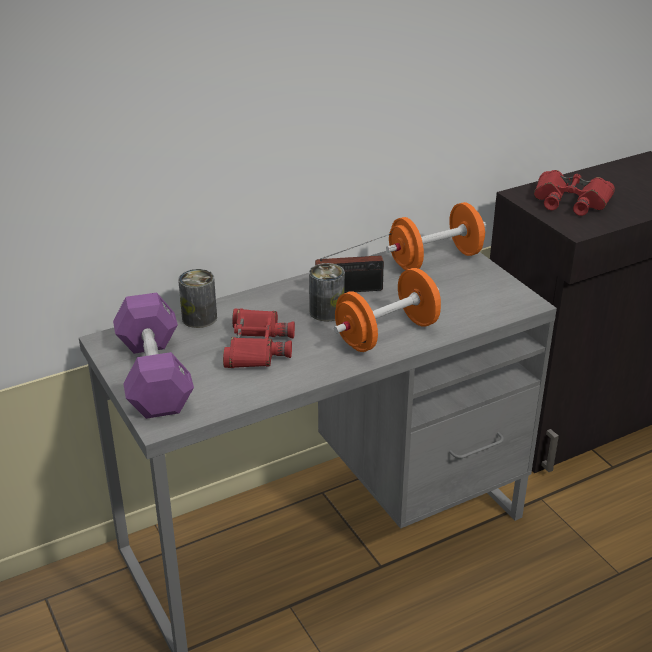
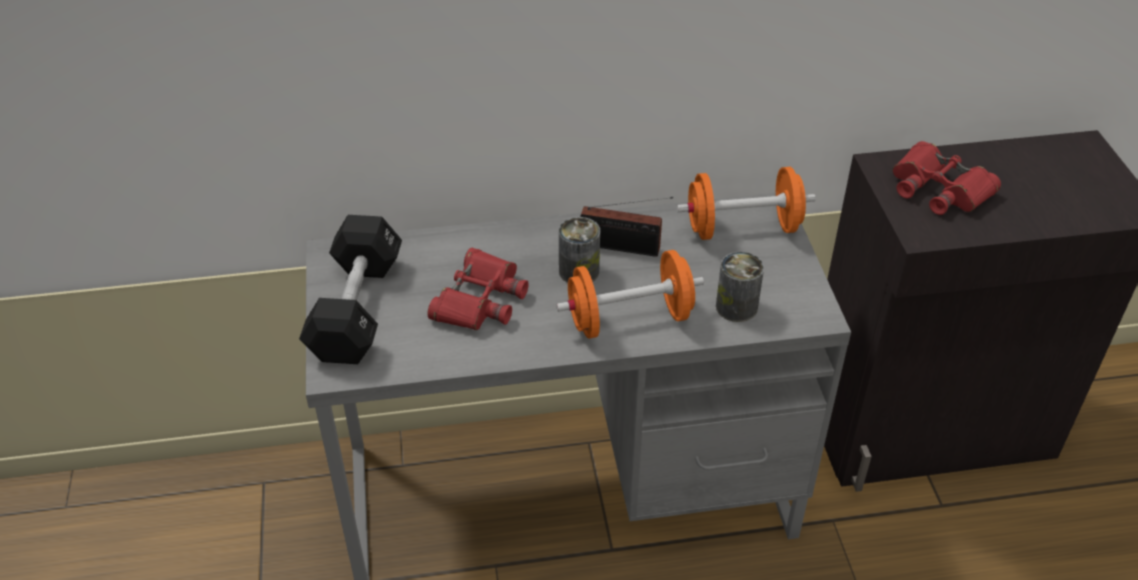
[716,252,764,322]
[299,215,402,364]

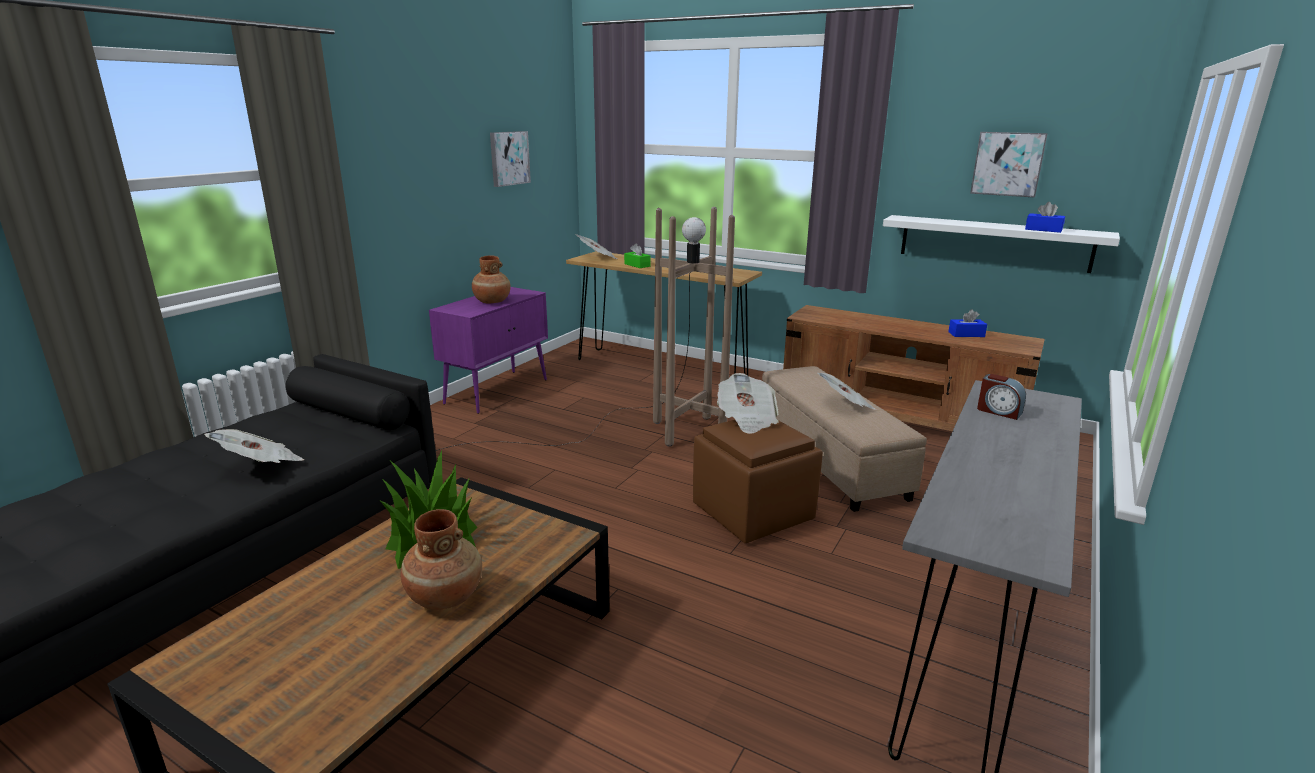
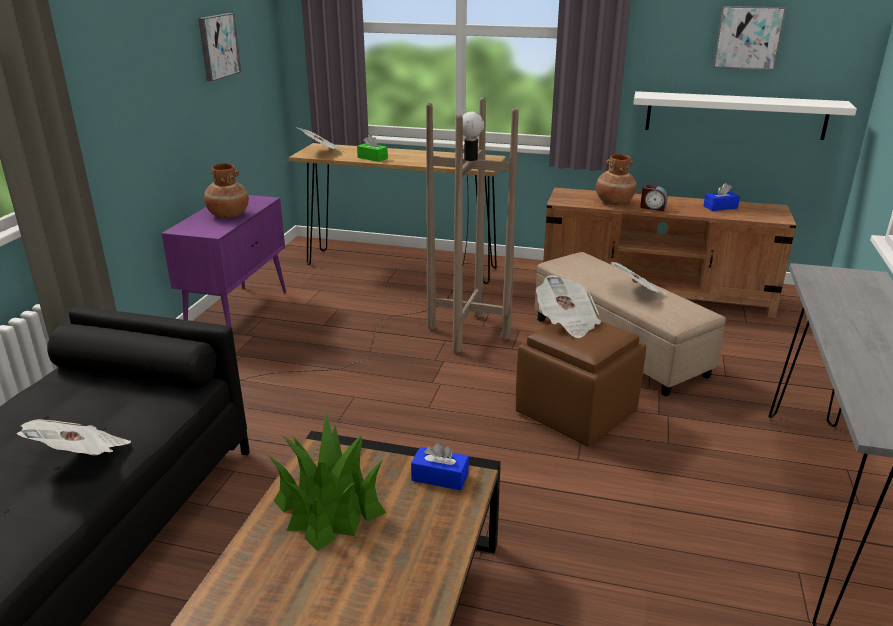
[411,442,469,490]
[640,185,668,211]
[596,154,637,205]

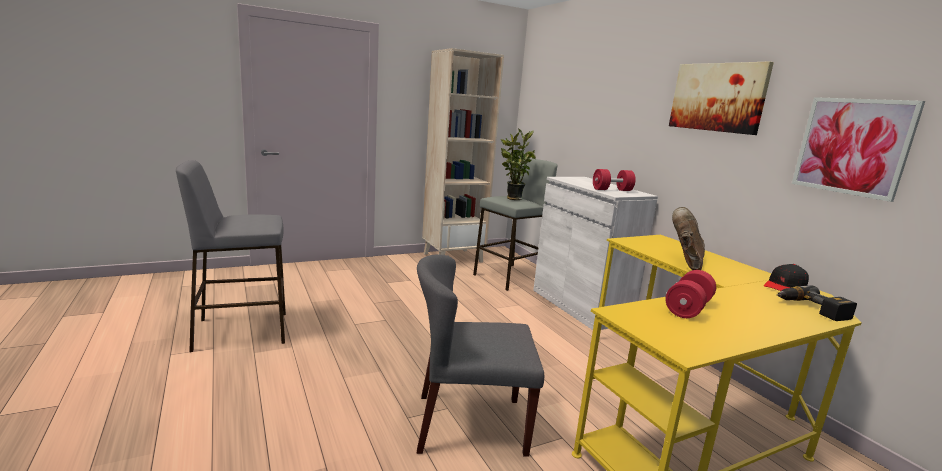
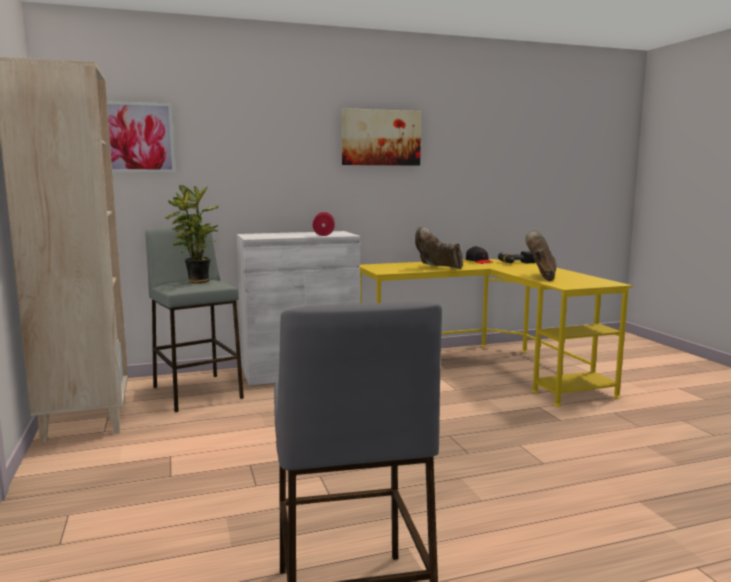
[107,101,176,173]
[417,255,544,457] (first image)
[525,230,556,281]

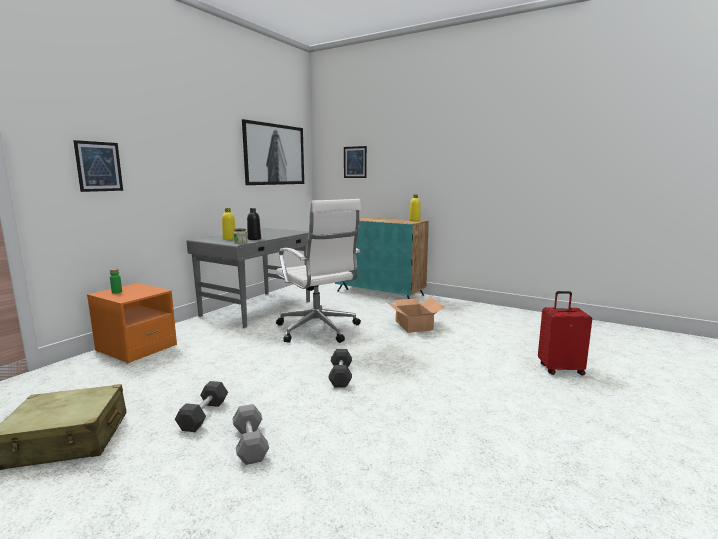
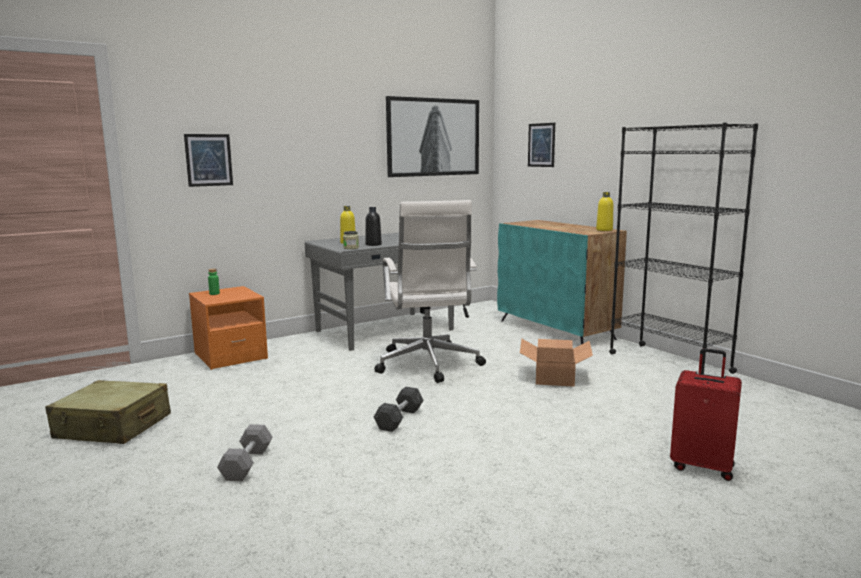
[175,381,228,432] (first image)
[609,122,758,374]

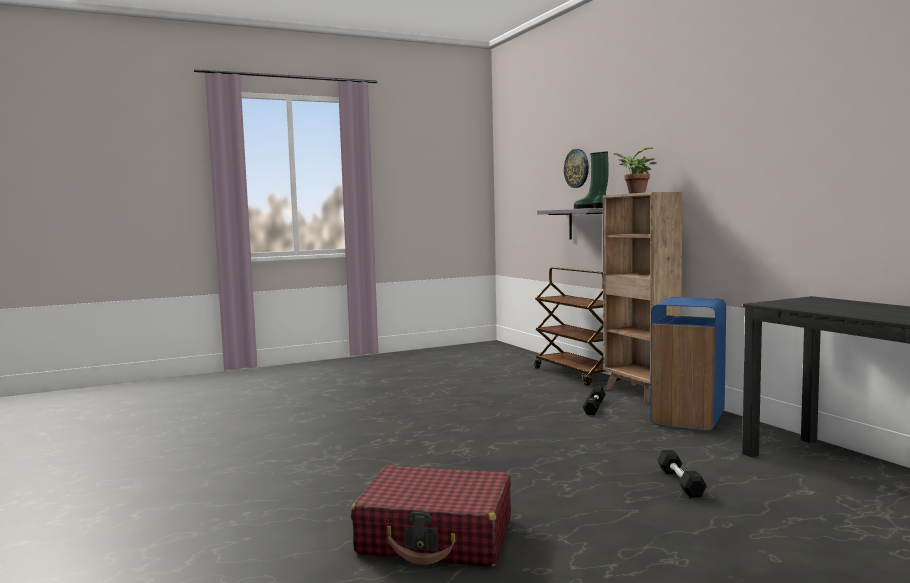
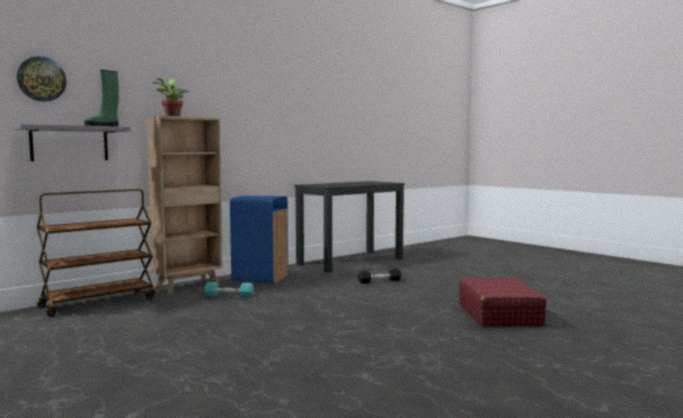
[204,282,254,297]

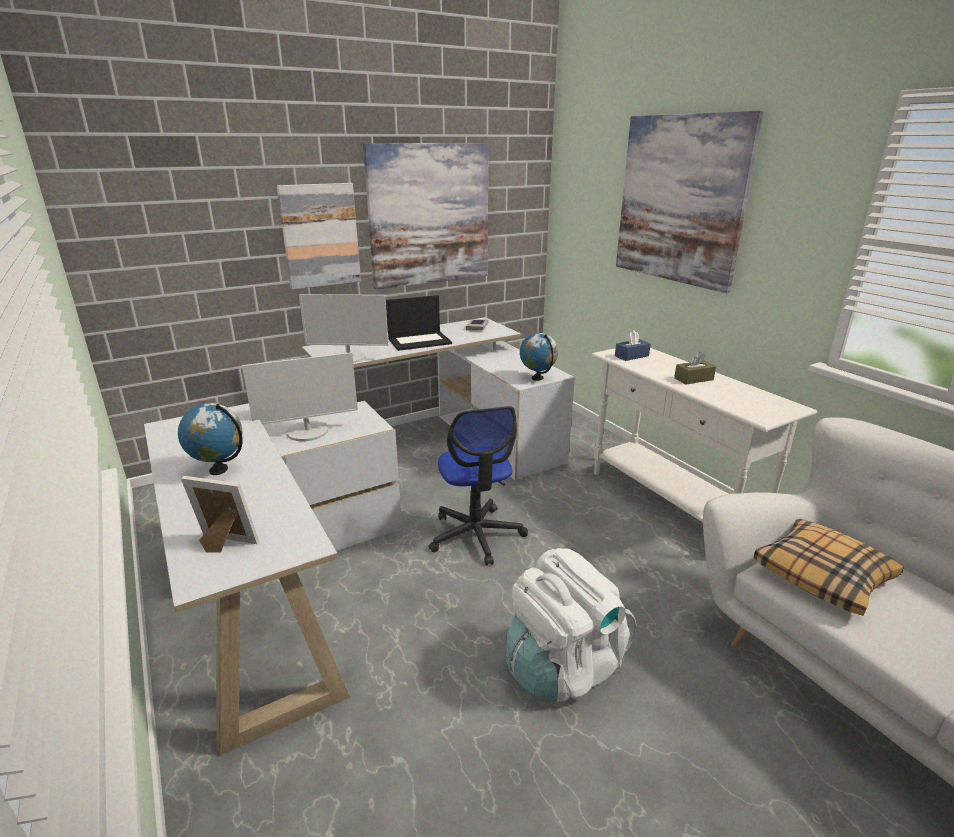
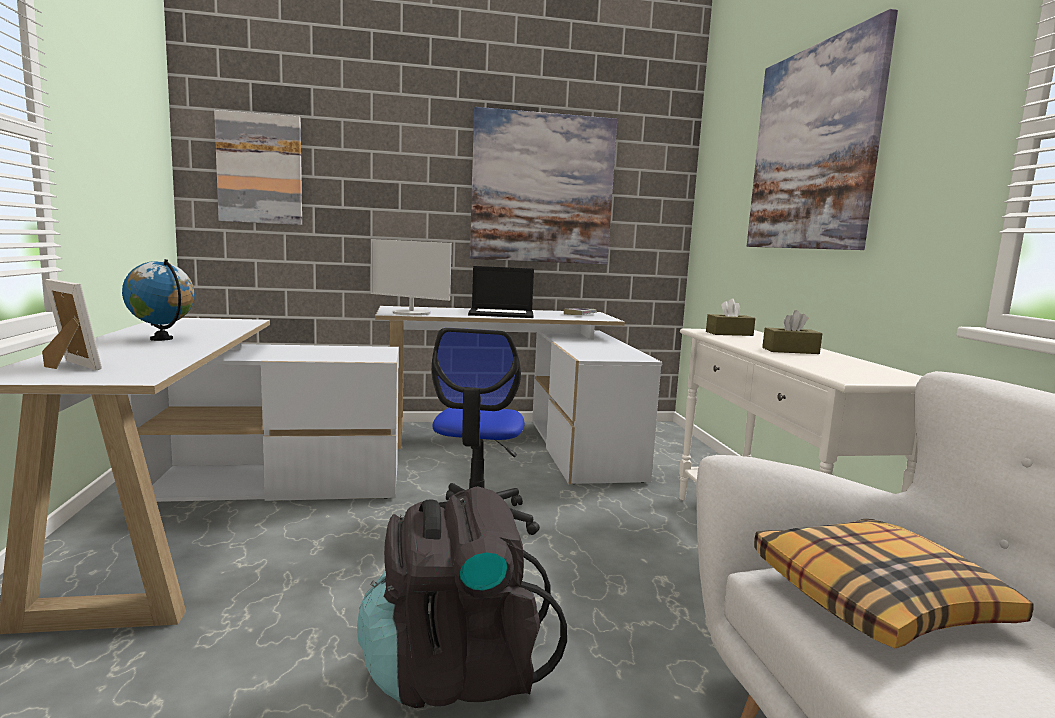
[214,110,302,225]
[706,299,755,336]
[520,333,558,381] (first image)
[242,352,358,441] (first image)
[357,486,567,708]

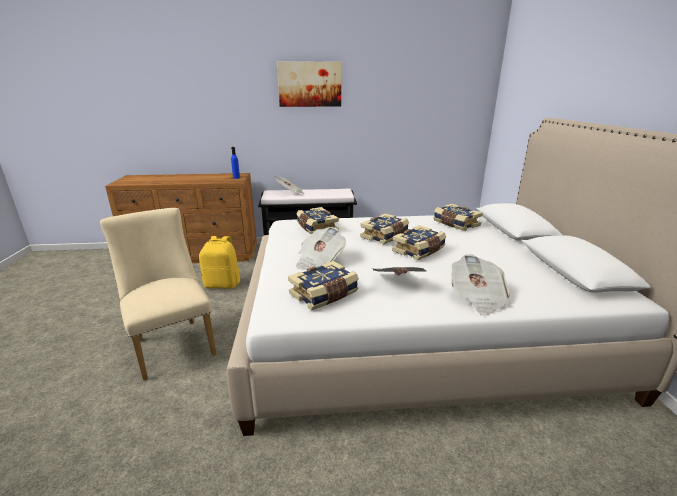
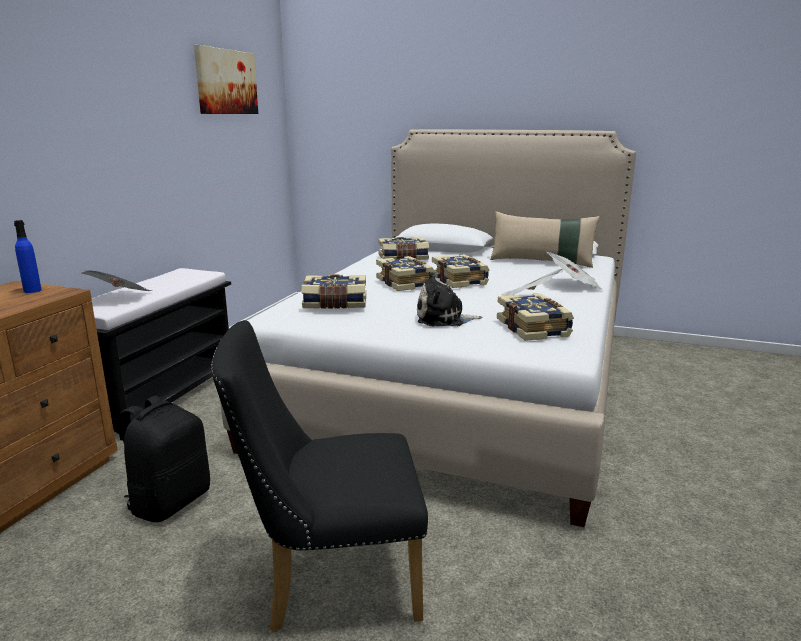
[194,45,258,114]
[211,320,428,633]
[417,272,483,327]
[119,395,210,522]
[490,211,600,268]

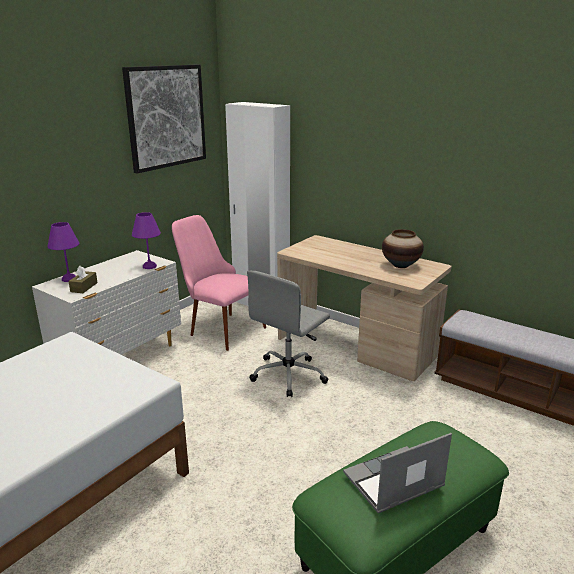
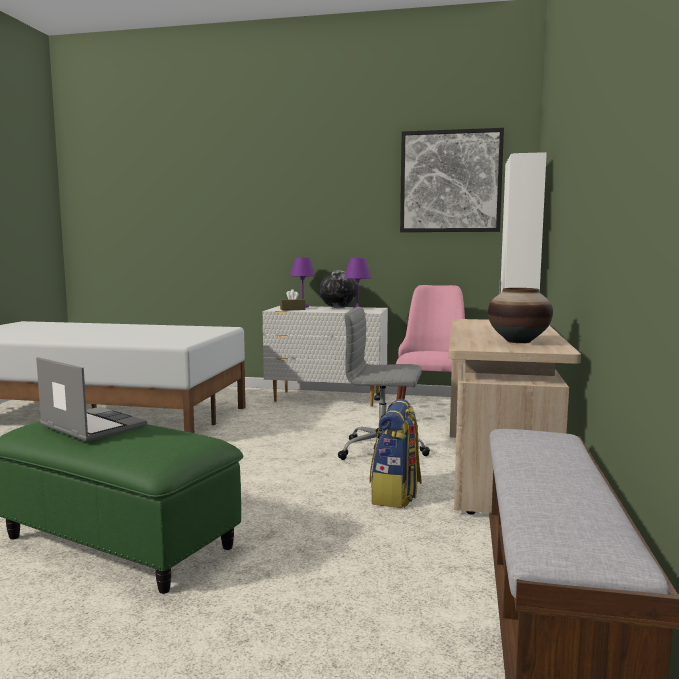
[319,270,357,308]
[370,399,422,508]

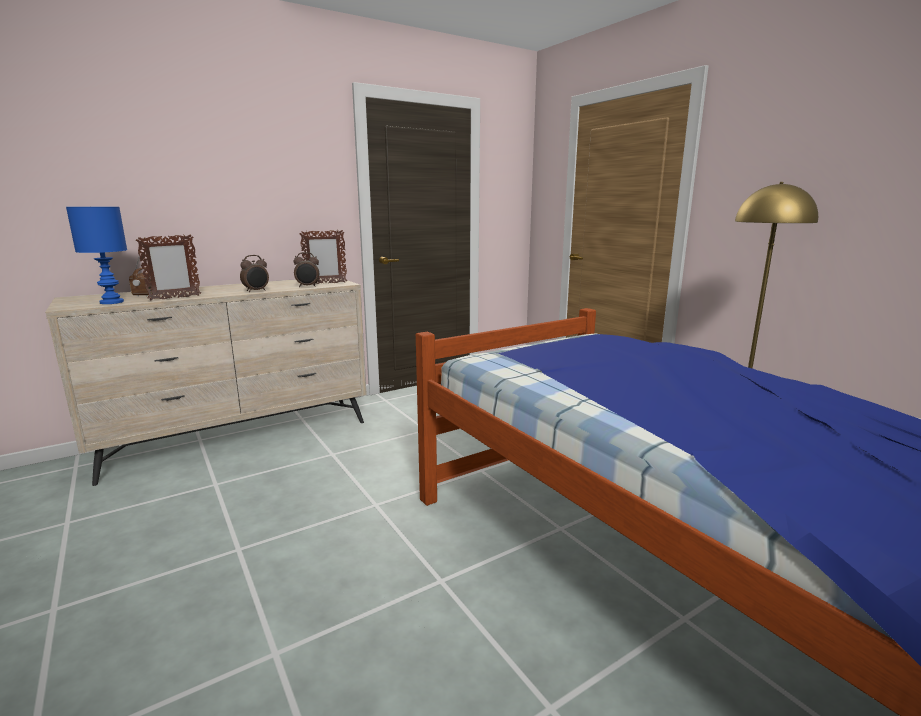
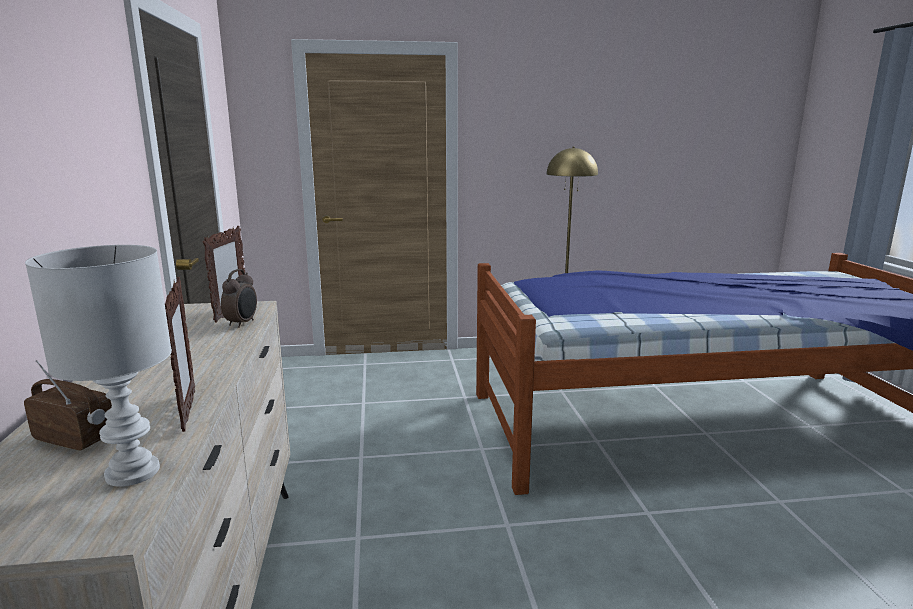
[25,245,172,487]
[240,255,269,292] (first image)

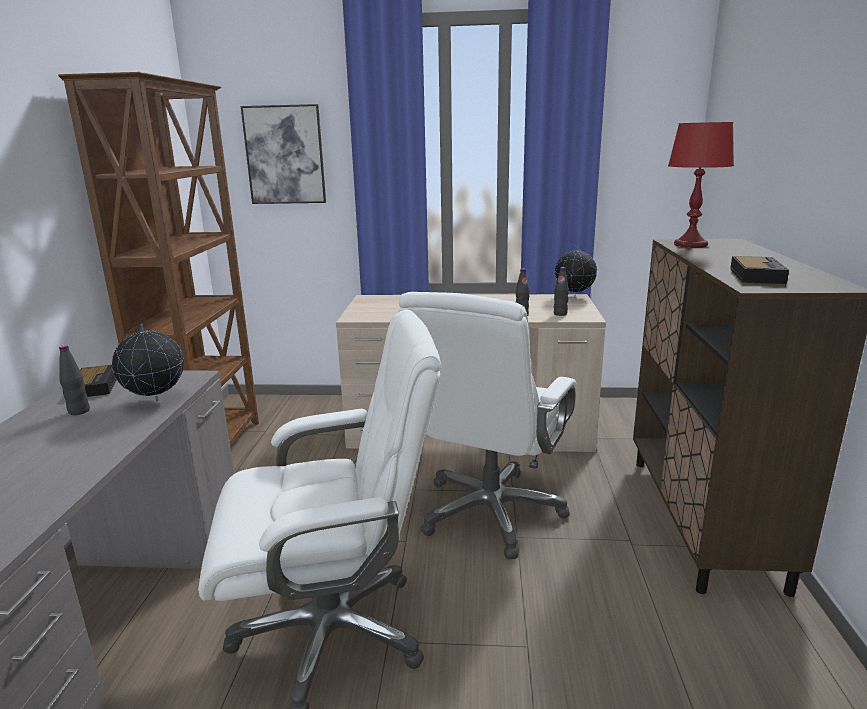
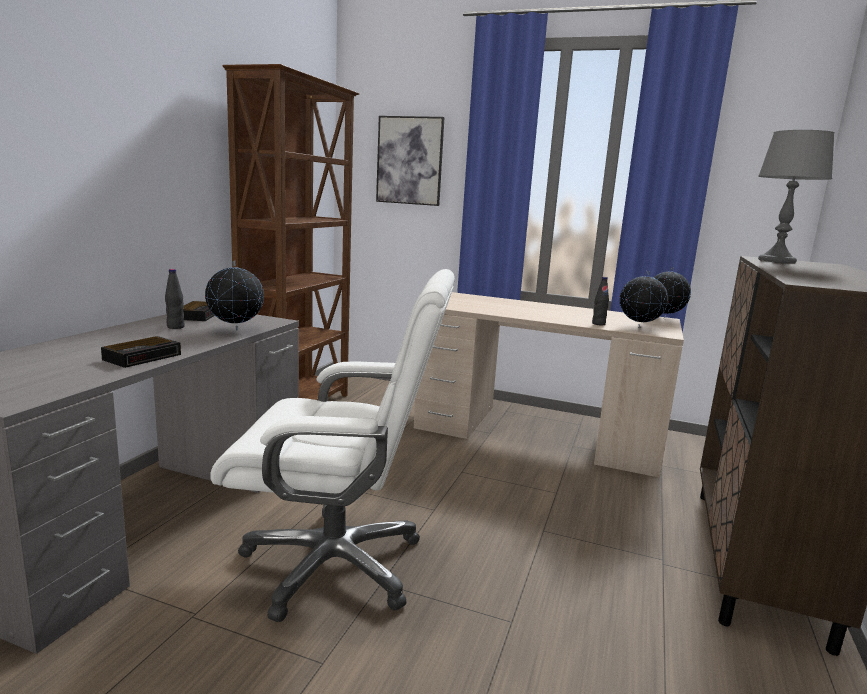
[758,130,835,264]
[101,336,181,368]
[620,271,668,327]
[398,292,577,560] (first image)

